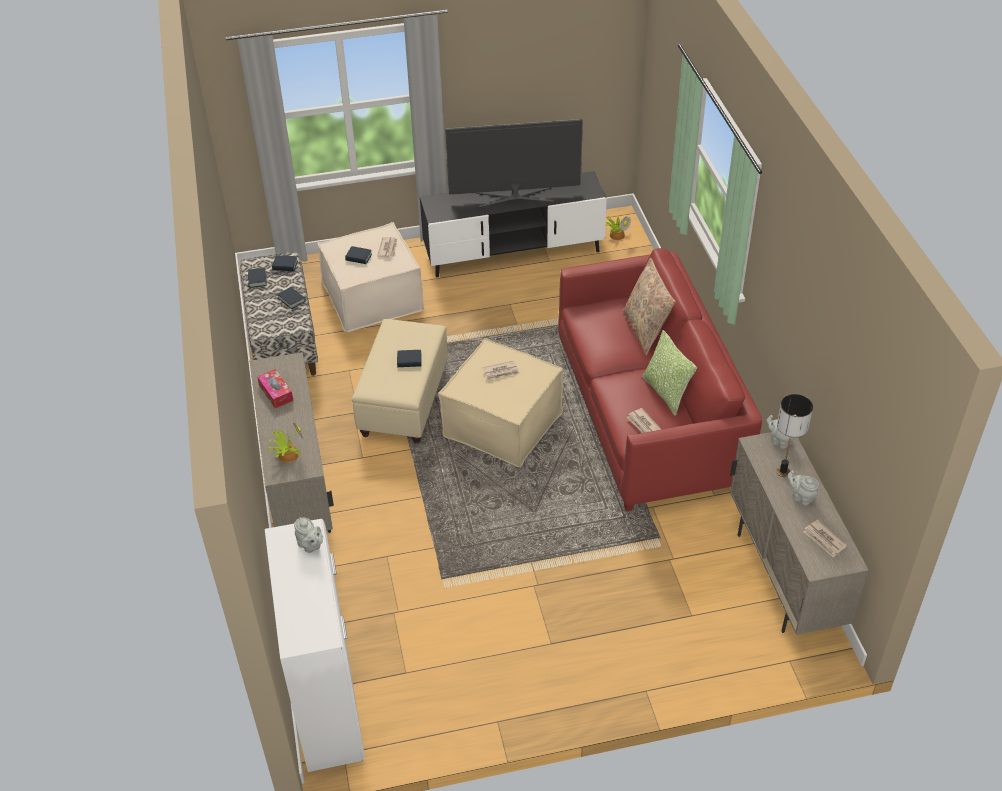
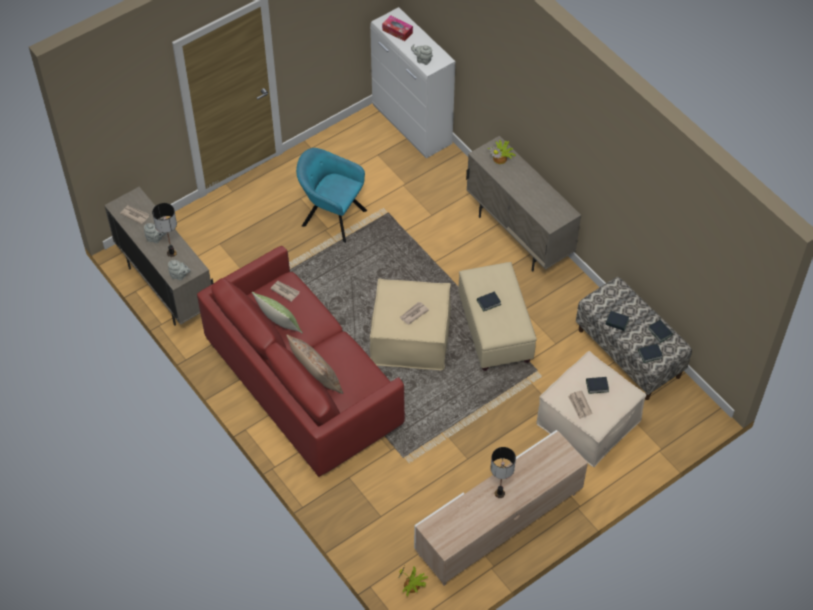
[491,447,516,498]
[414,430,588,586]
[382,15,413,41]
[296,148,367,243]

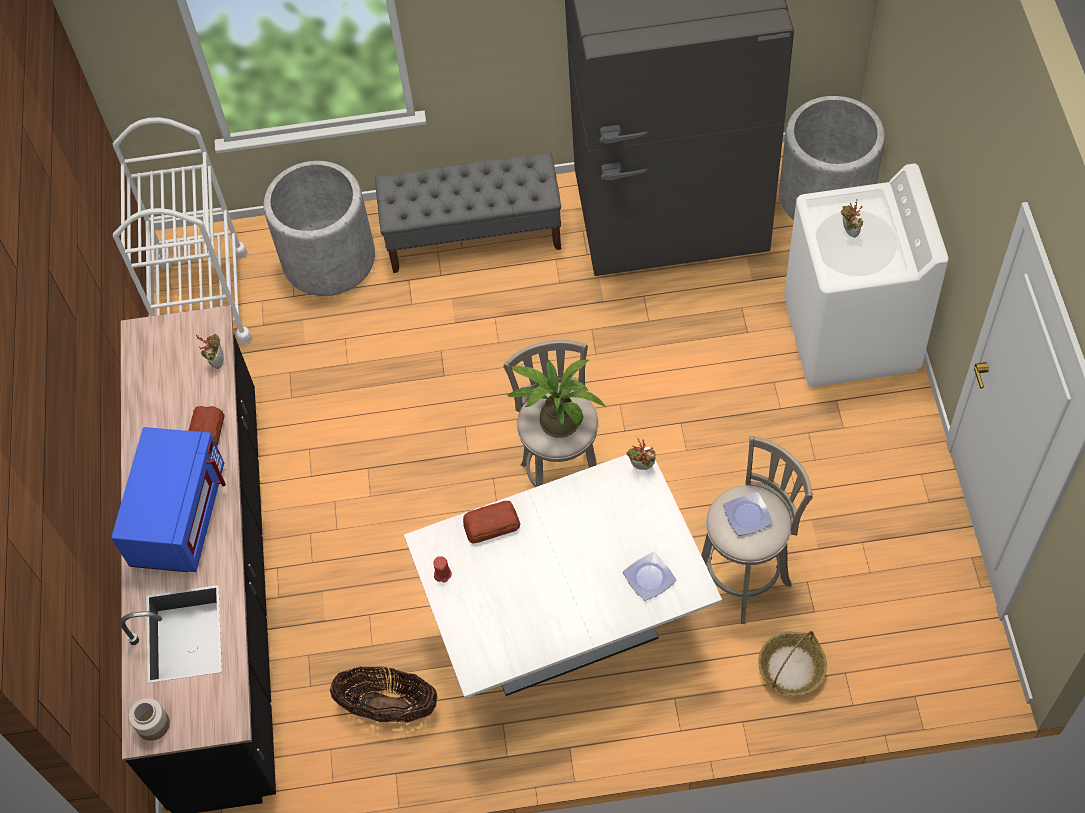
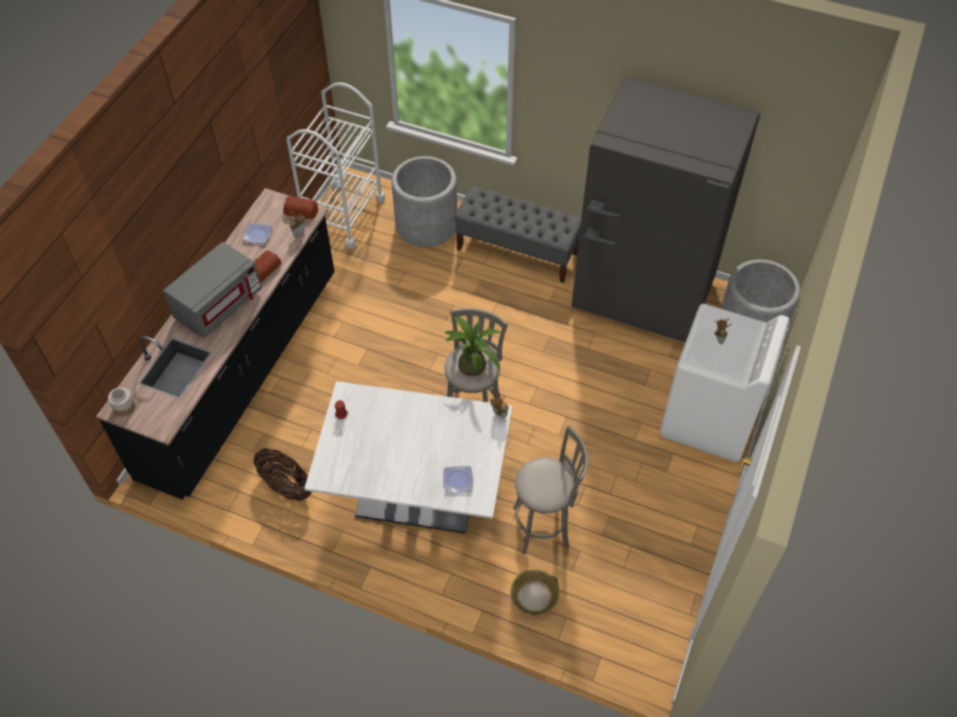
[163,242,262,338]
[243,223,272,244]
[283,196,319,219]

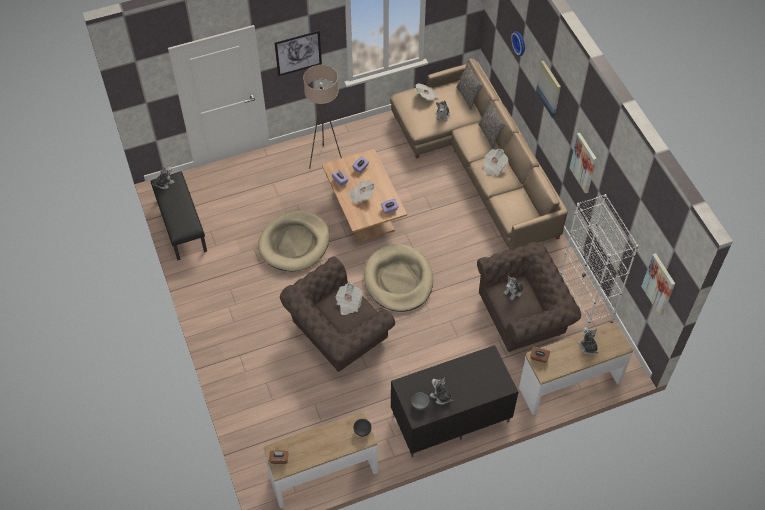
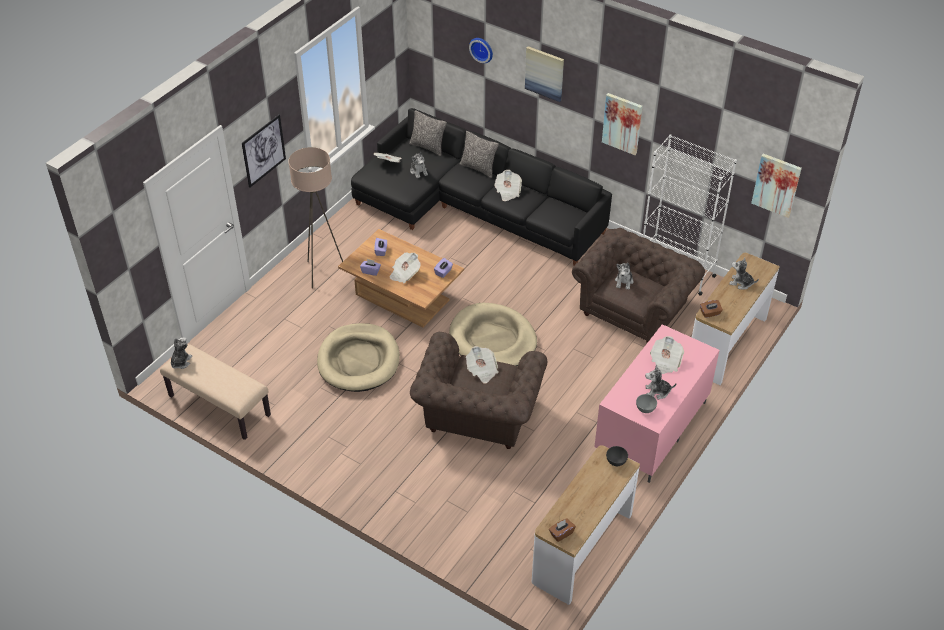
[351,108,612,265]
[160,344,271,440]
[595,324,720,483]
[650,336,684,374]

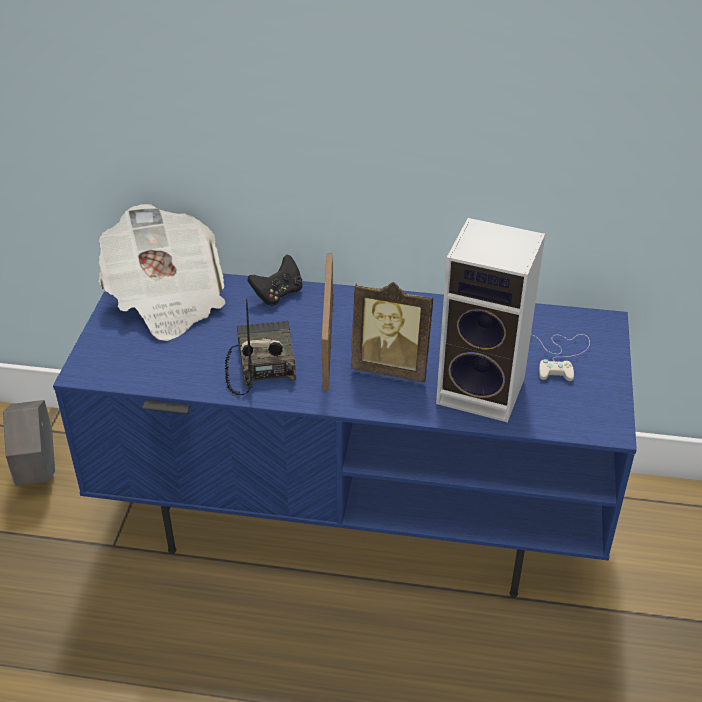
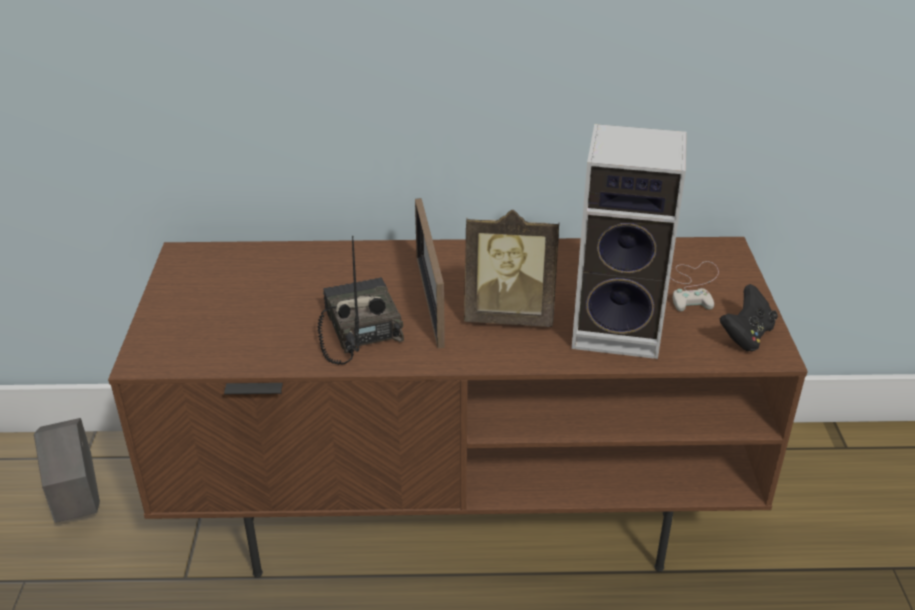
[99,204,225,341] (first image)
[720,284,778,351]
[108,237,808,578]

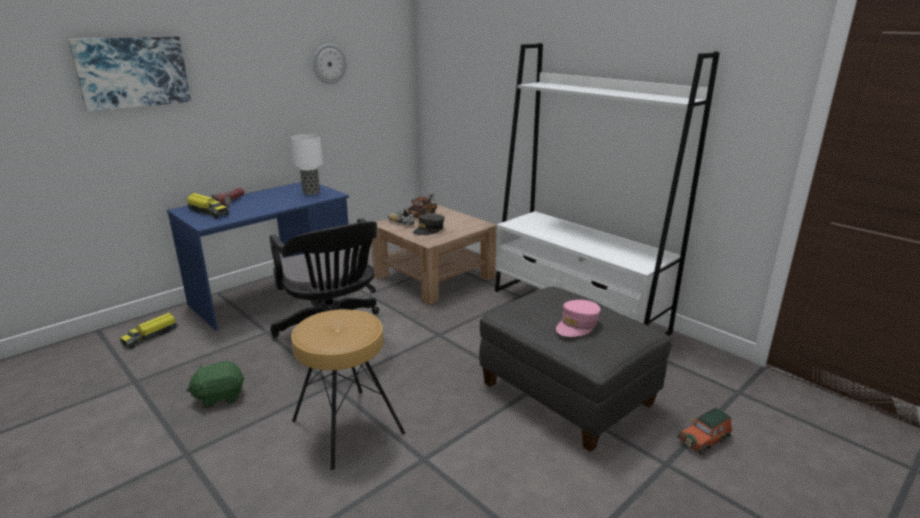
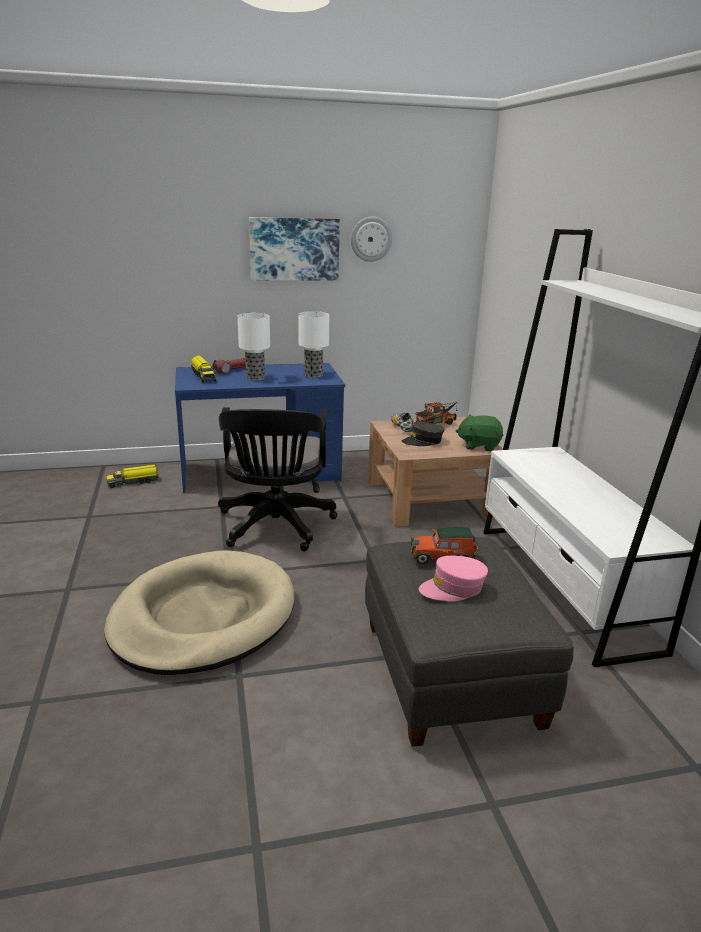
[249,217,340,281]
[104,550,294,675]
[456,414,504,451]
[411,527,479,564]
[237,313,270,381]

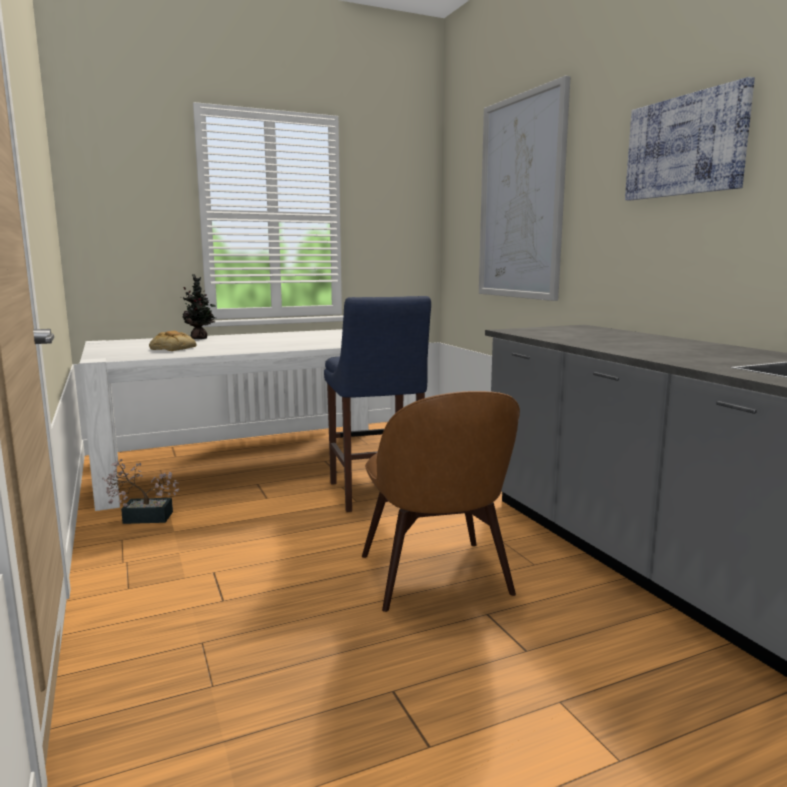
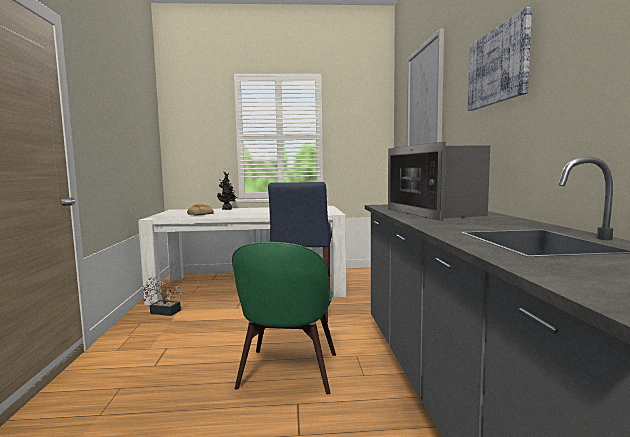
[232,242,336,394]
[388,142,490,221]

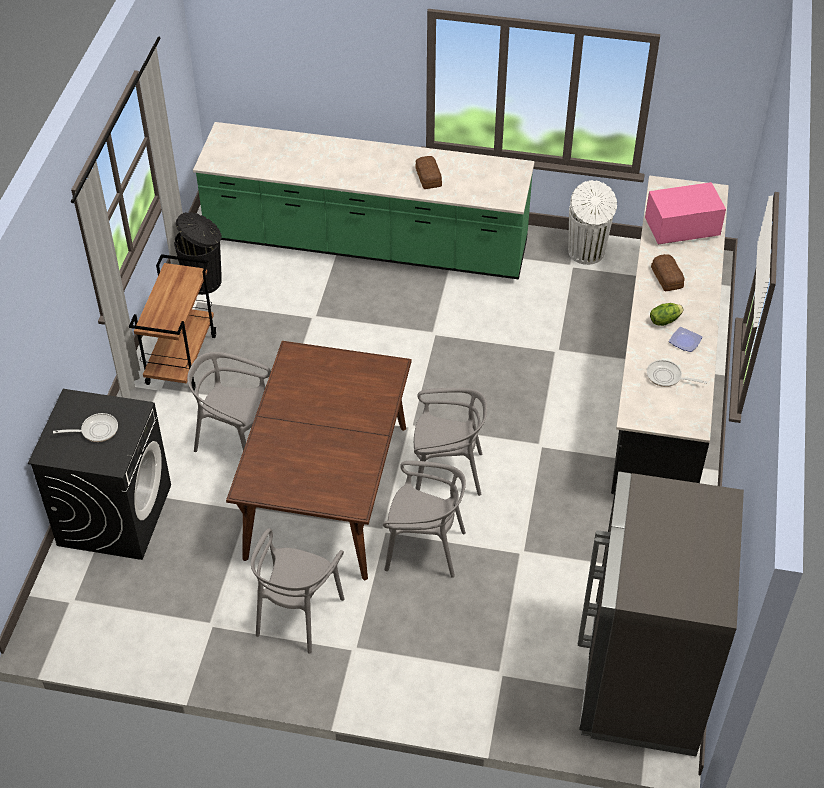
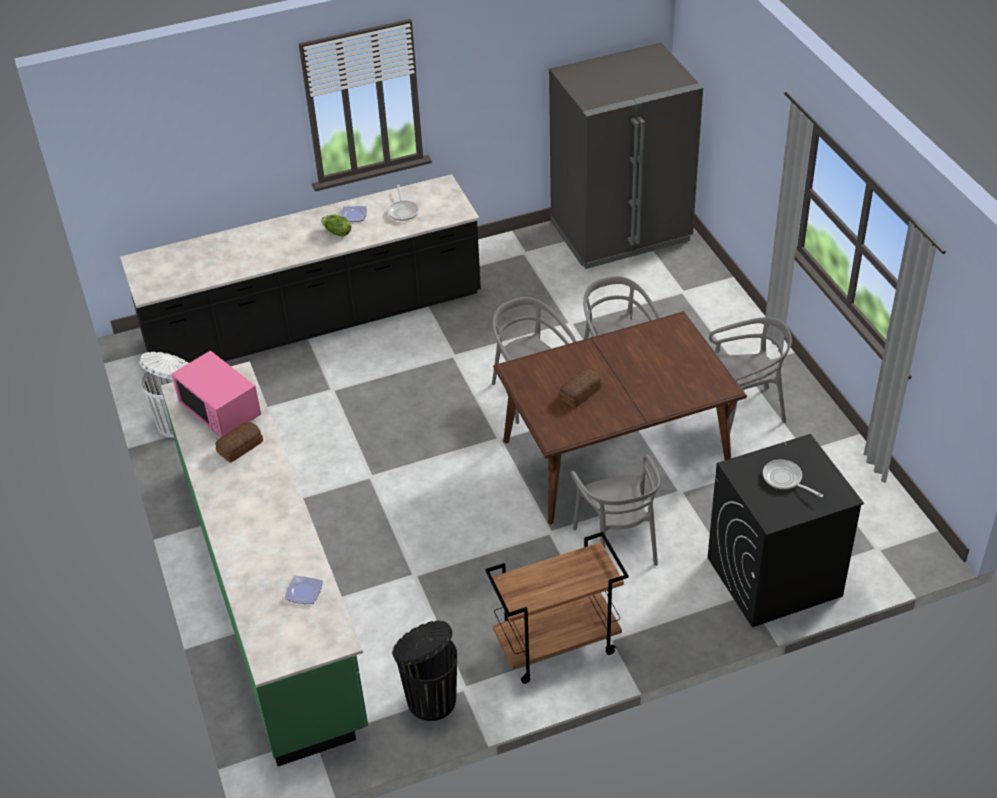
[172,350,261,437]
[559,369,602,408]
[284,575,323,604]

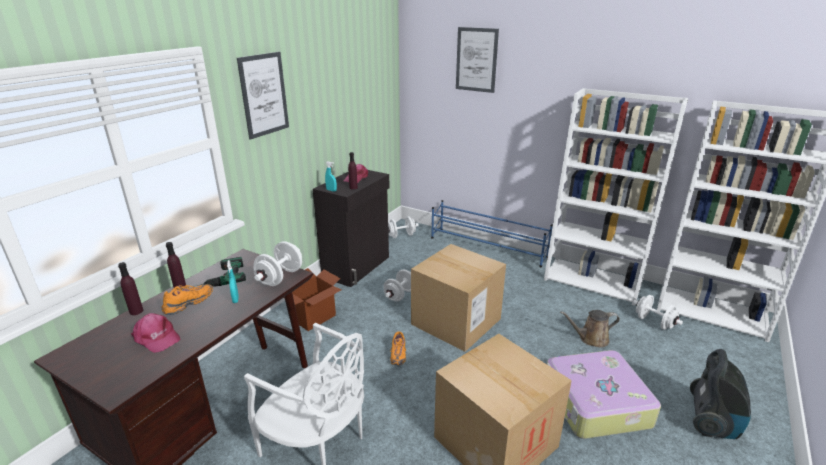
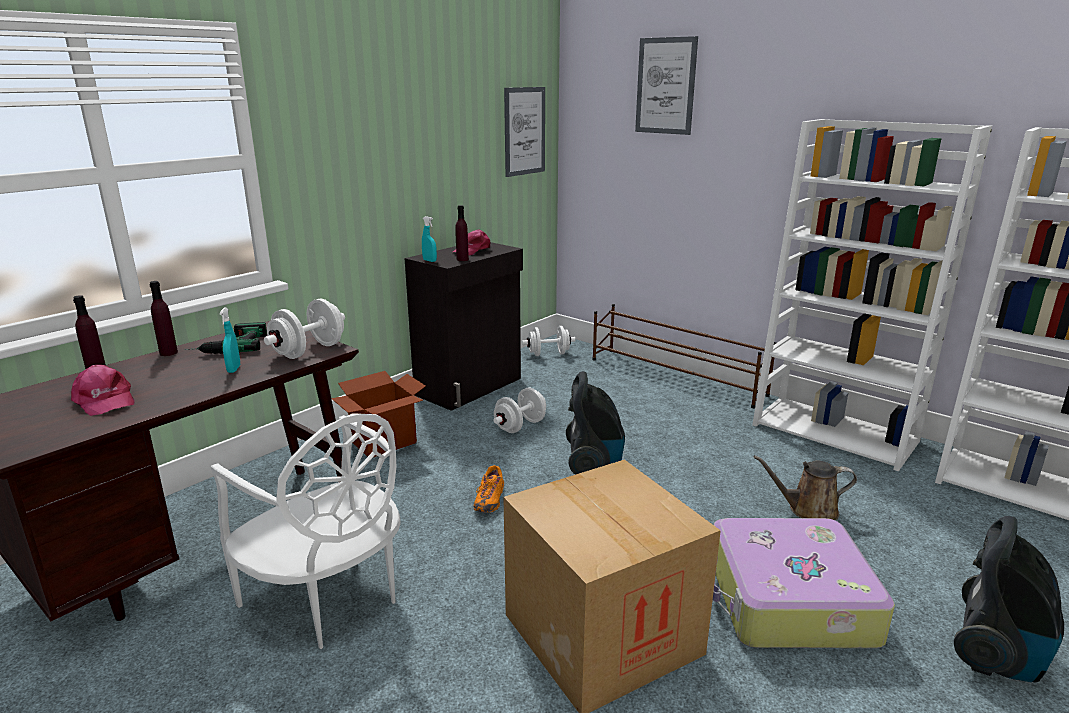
[504,87,545,177]
[592,304,776,408]
[566,371,625,475]
[161,284,213,315] (first image)
[633,295,683,330] (first image)

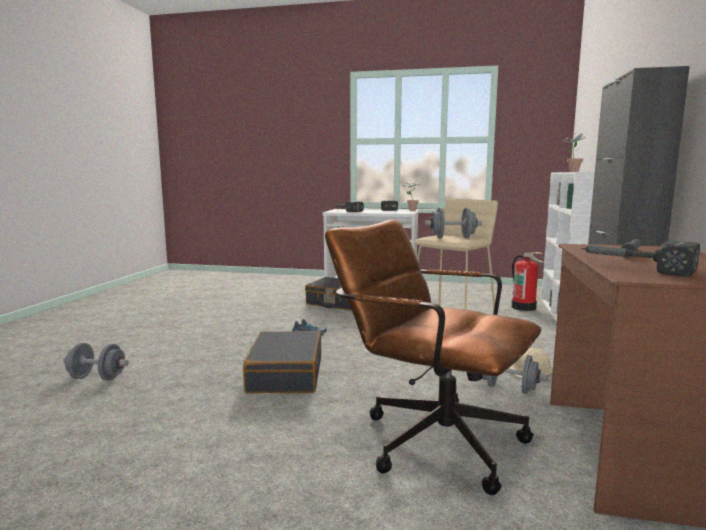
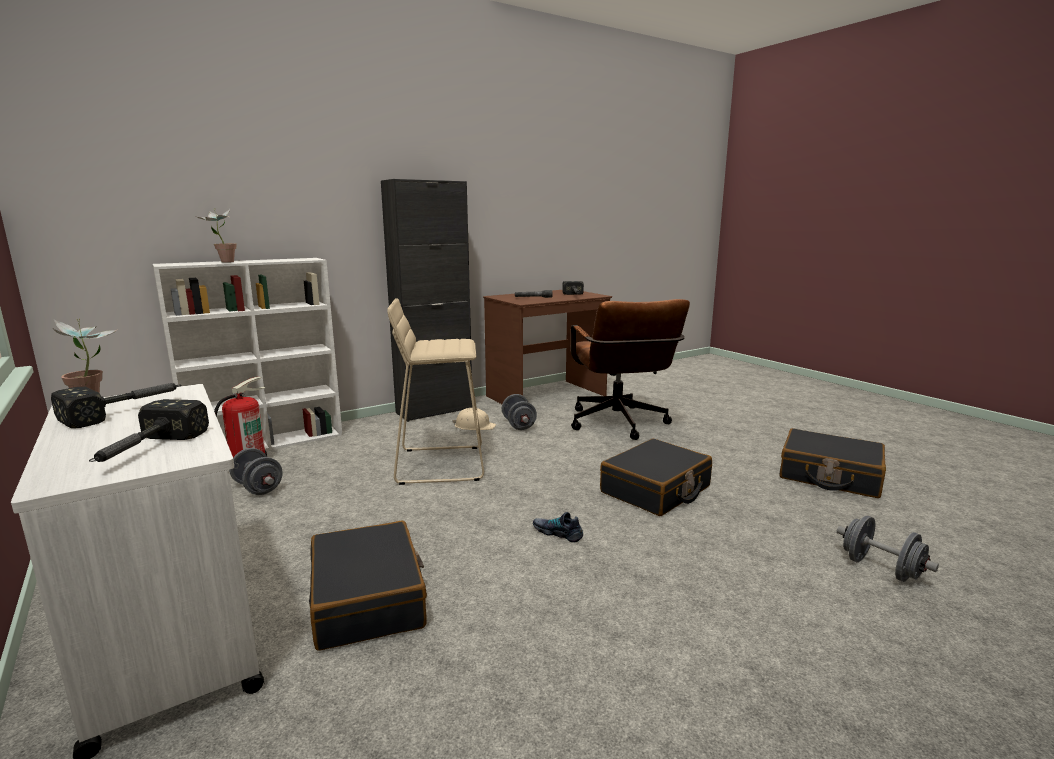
[229,448,283,495]
[779,428,886,498]

